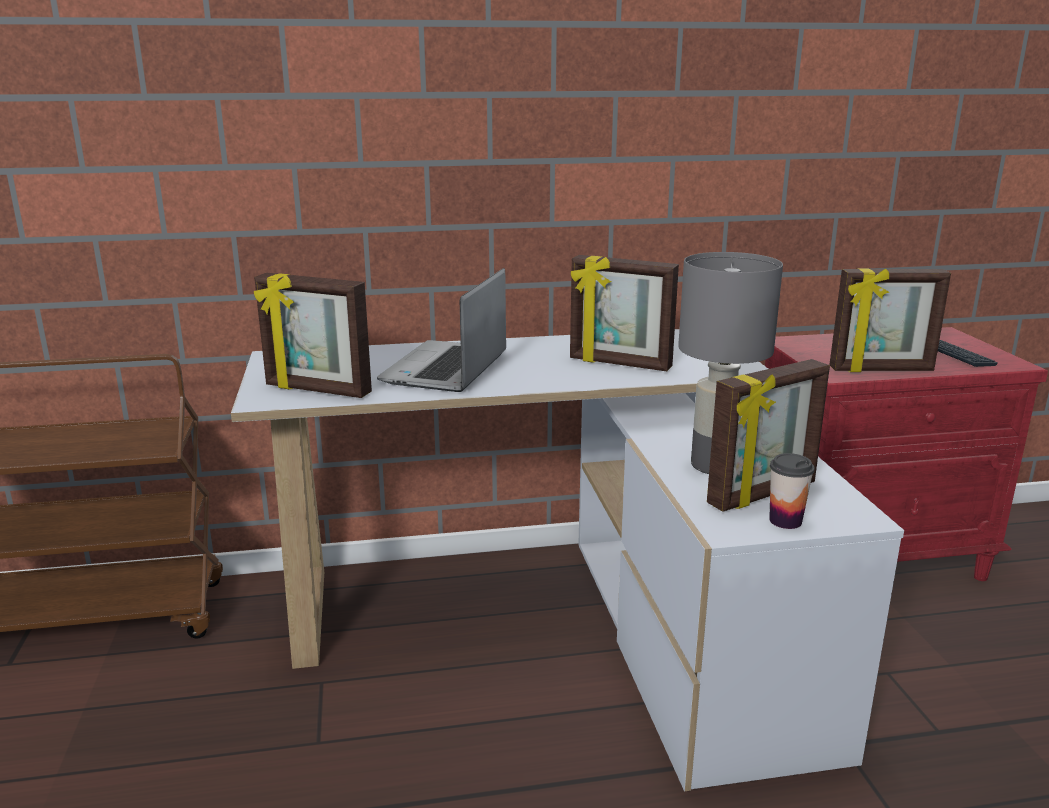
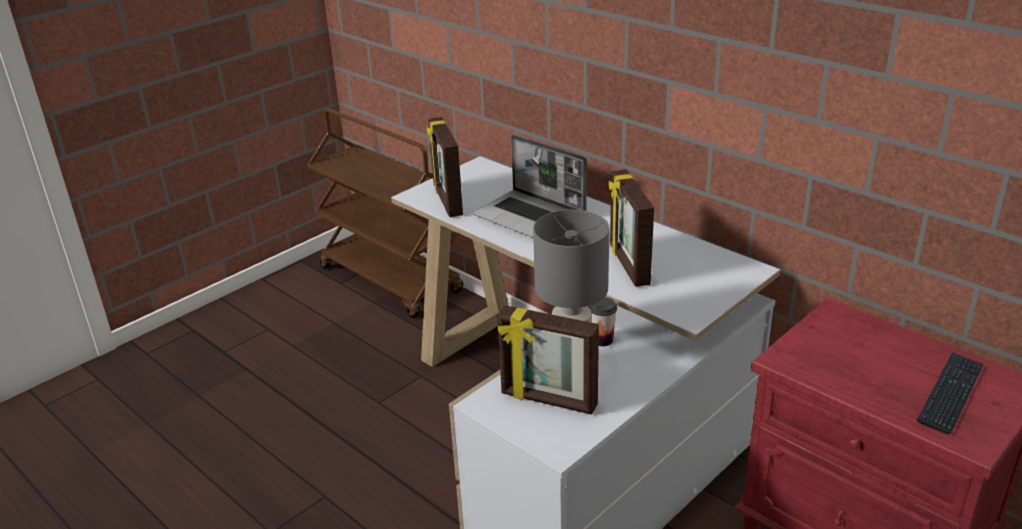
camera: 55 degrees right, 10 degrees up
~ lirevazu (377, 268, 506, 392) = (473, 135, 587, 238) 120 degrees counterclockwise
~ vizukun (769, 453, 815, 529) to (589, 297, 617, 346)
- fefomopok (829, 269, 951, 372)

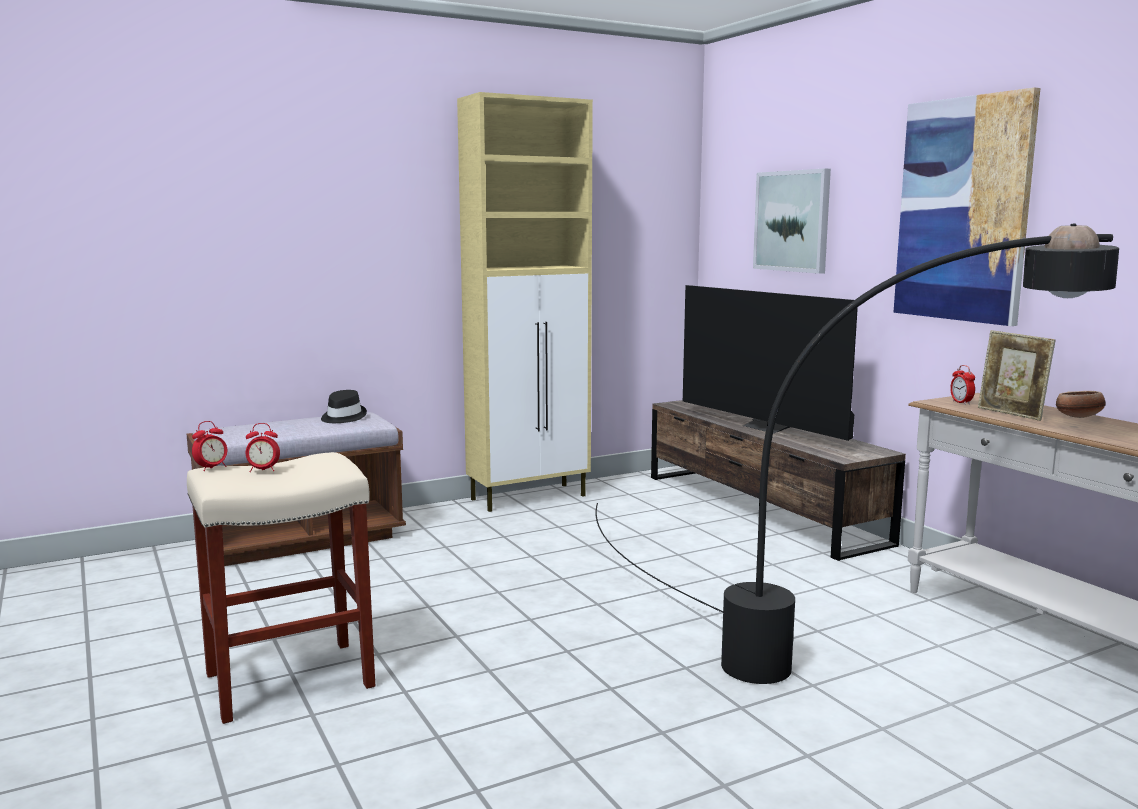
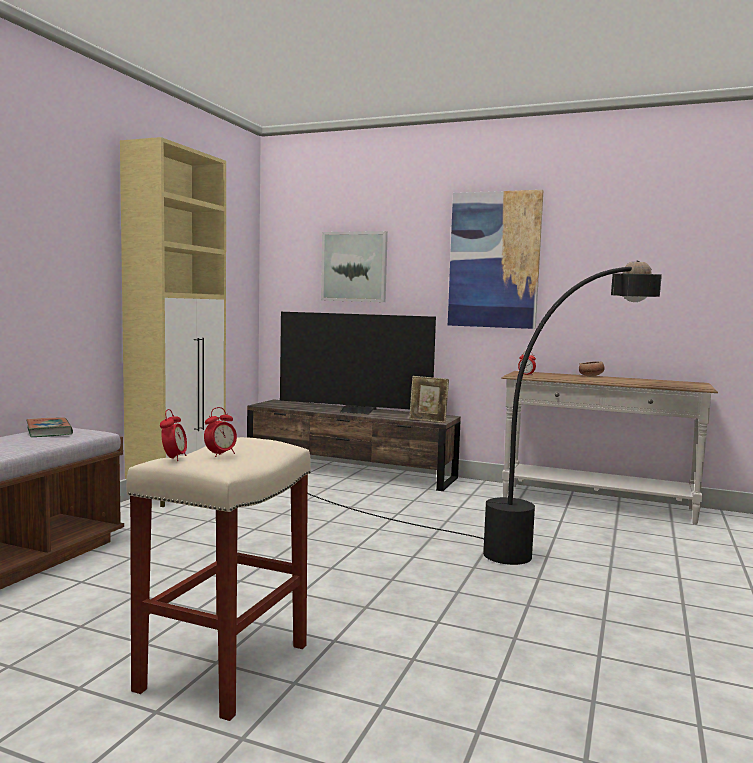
camera: 40 degrees left, 5 degrees down
~ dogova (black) (321, 390, 367, 423) to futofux (26, 418, 73, 437)
~ fefomopok (978, 330, 1055, 421) to (409, 376, 449, 423)

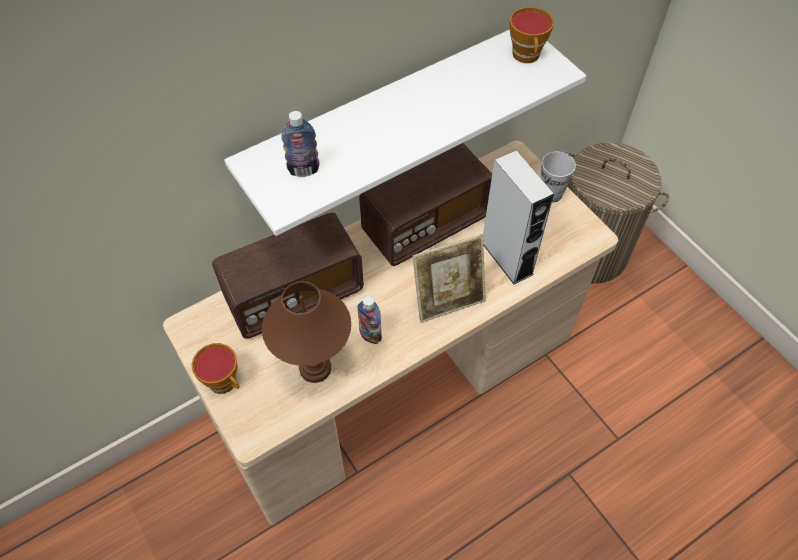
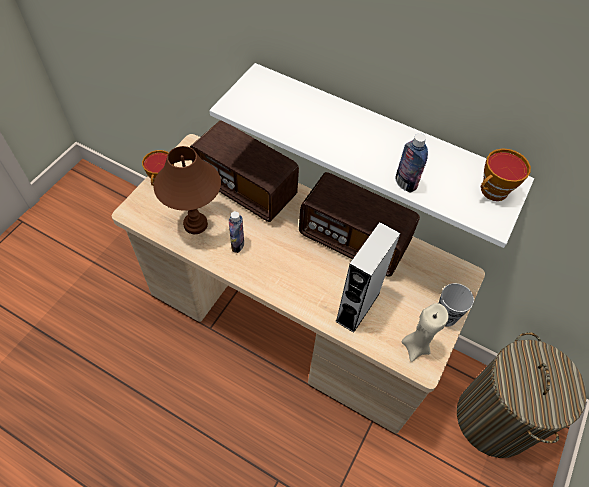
camera: 60 degrees right, 0 degrees up
~ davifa (281, 111, 320, 177) to (395, 133, 428, 193)
- fefomopok (413, 234, 486, 323)
+ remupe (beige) (402, 303, 449, 362)

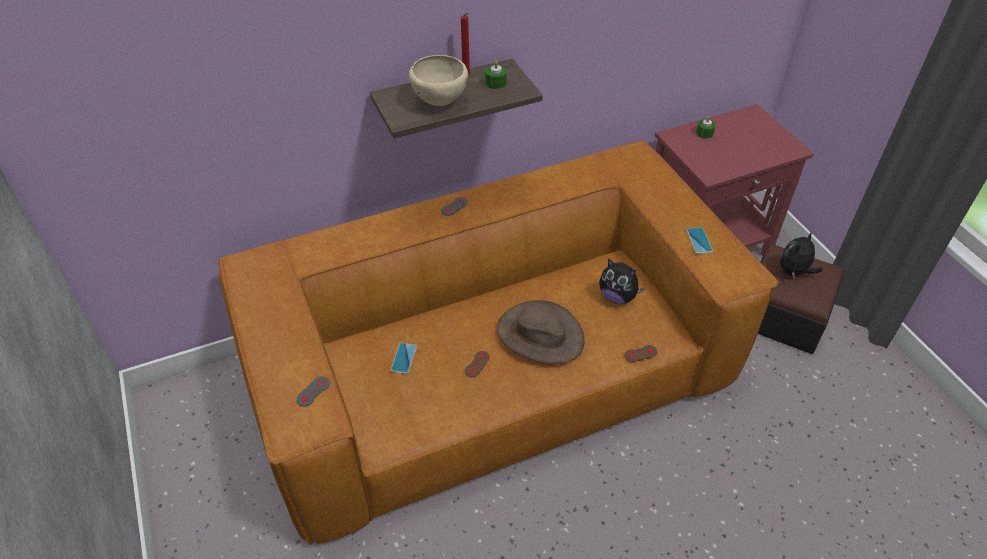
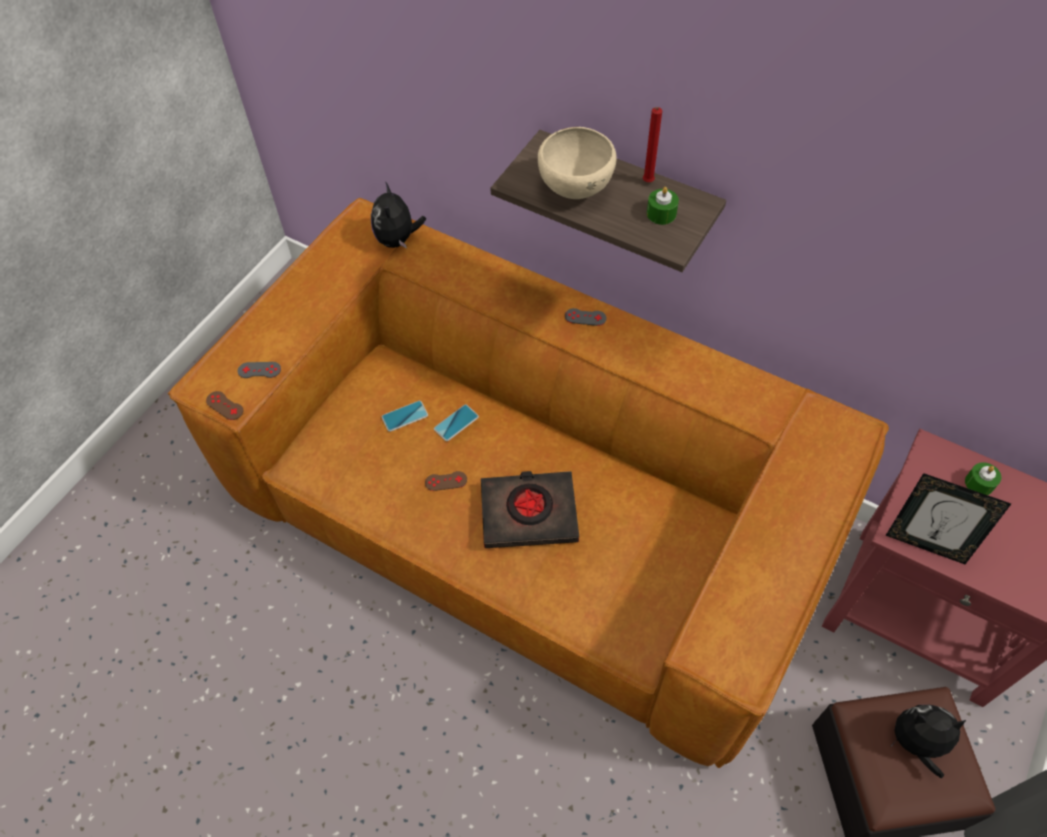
camera: 55 degrees right, 10 degrees up
~ dogova (brown) (497, 300, 584, 364) to futofux (black) (481, 471, 579, 548)
~ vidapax (599, 258, 645, 304) to (371, 181, 426, 249)
~ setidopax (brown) (625, 345, 657, 362) to (206, 391, 243, 420)
~ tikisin (686, 227, 713, 254) to (434, 404, 479, 441)
+ fefomopok (886, 473, 1011, 564)

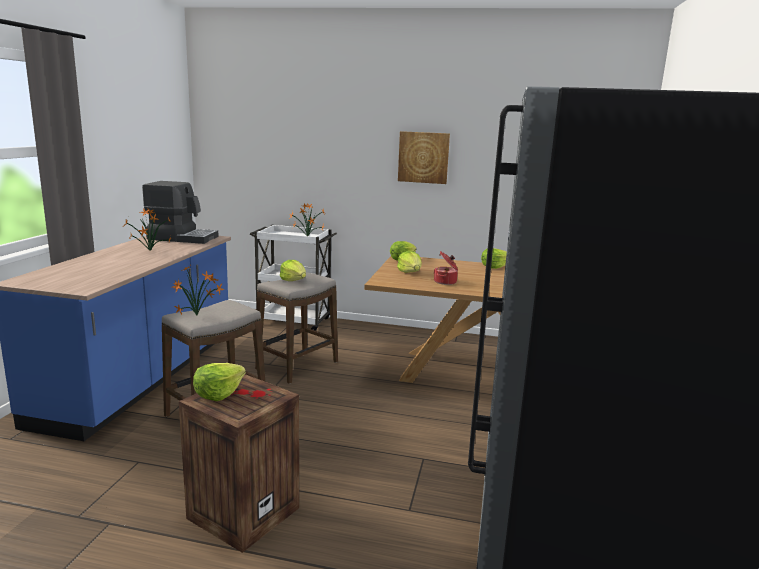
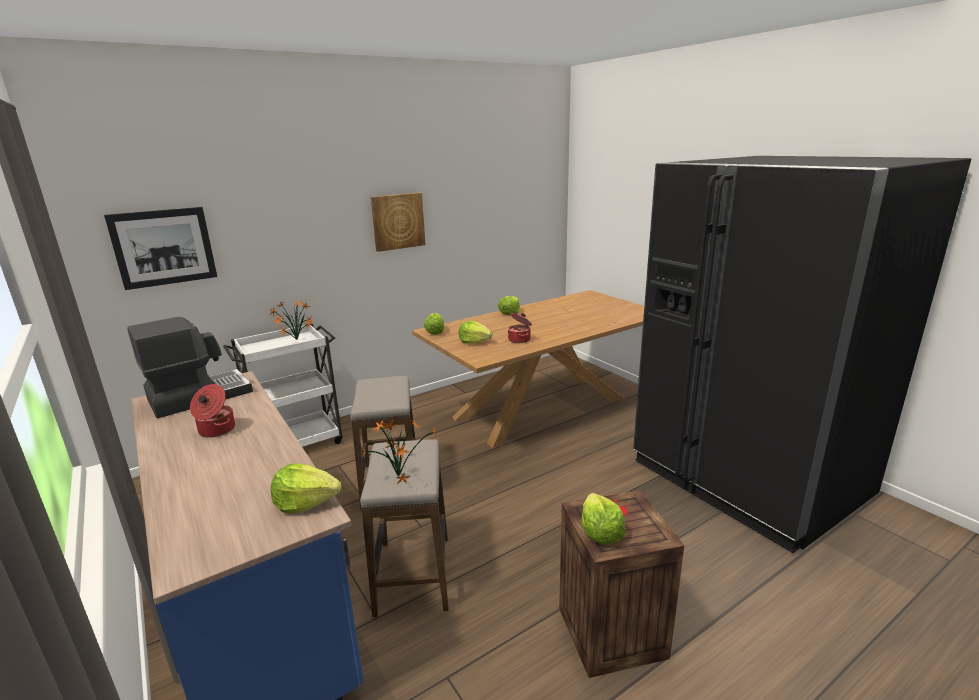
camera: 45 degrees left, 5 degrees up
~ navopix (123, 208, 172, 250) to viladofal (190, 384, 235, 438)
~ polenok (280, 260, 306, 281) to (270, 464, 342, 513)
+ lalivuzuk (104, 207, 217, 290)

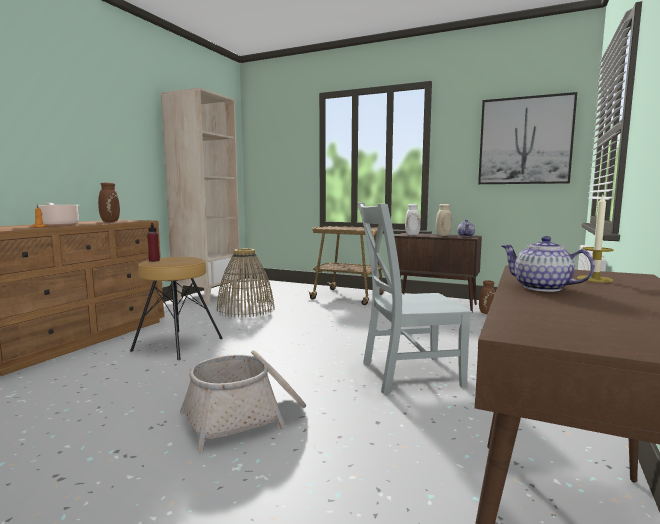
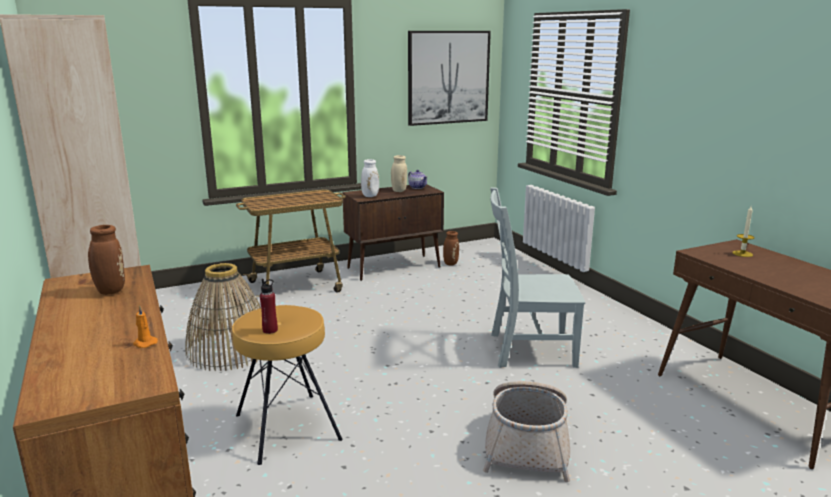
camera: 50 degrees left, 10 degrees up
- viladofal (36, 203, 79, 226)
~ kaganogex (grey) (358, 202, 472, 394) = (490, 187, 585, 368) 60 degrees clockwise
- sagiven (502, 236, 595, 292)

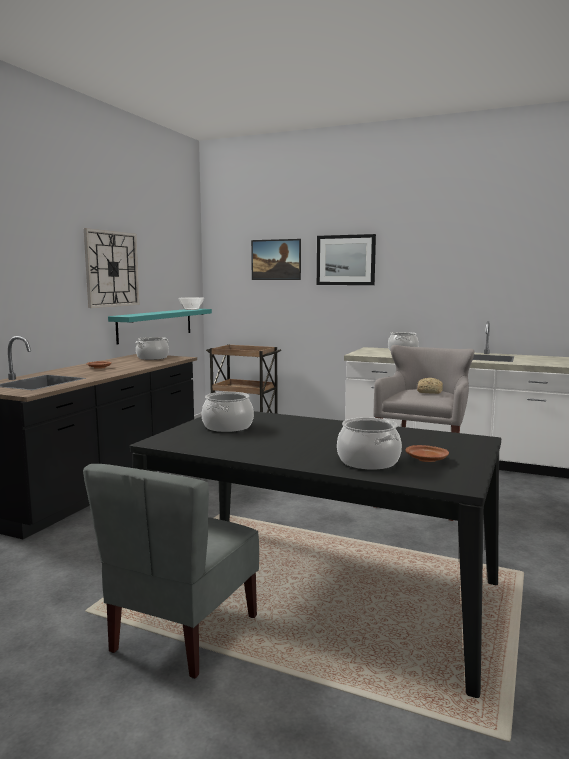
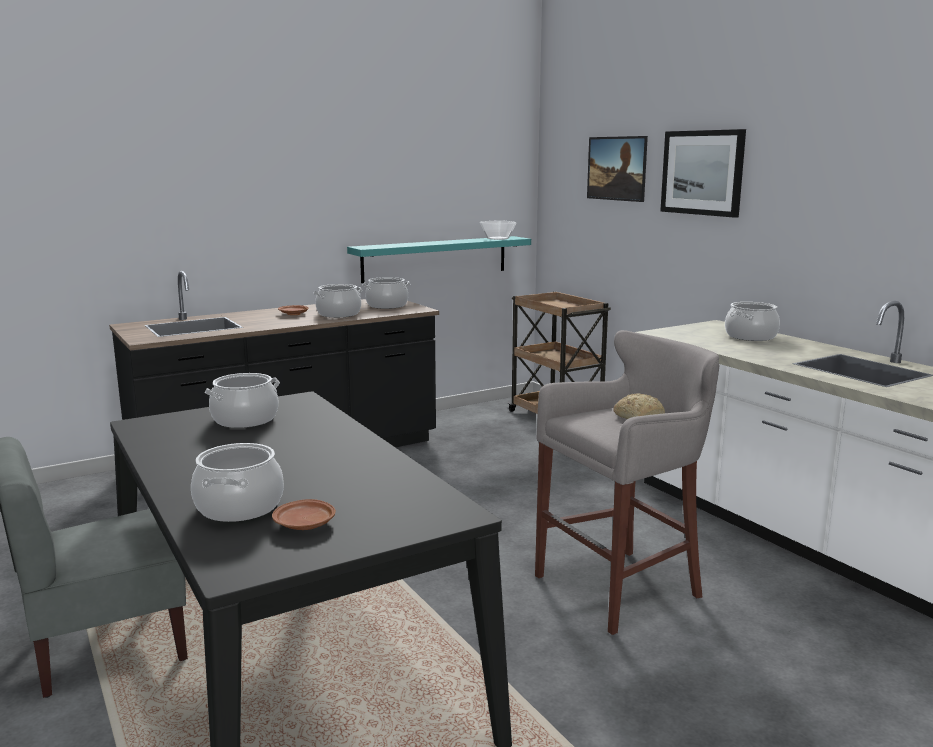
camera: 35 degrees right, 5 degrees up
- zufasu (84, 228, 139, 308)
+ viladofal (313, 284, 362, 318)

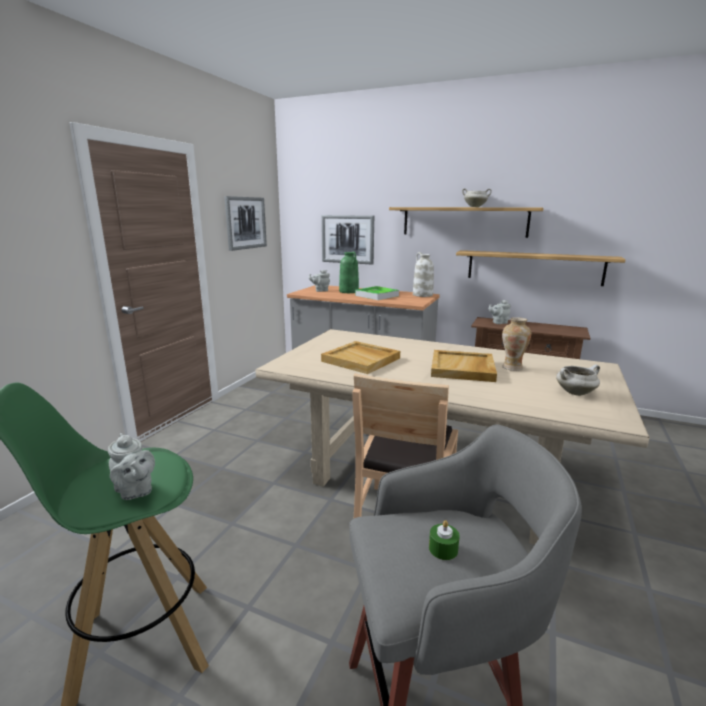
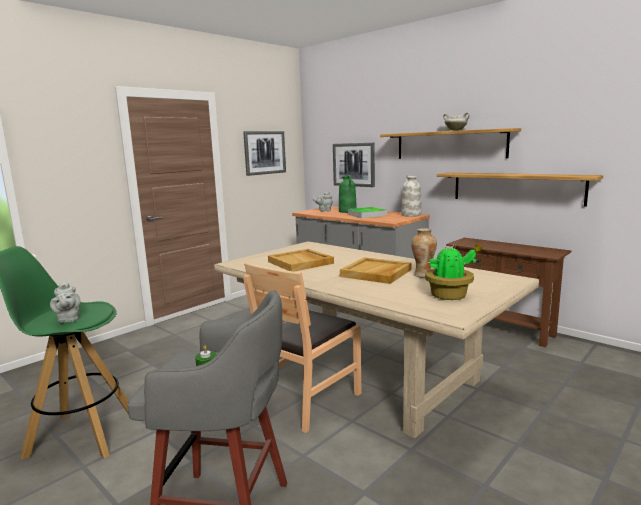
camera: 20 degrees right, 5 degrees down
- sagiven (grey) (489, 300, 511, 324)
~ viladofal (white) (556, 364, 600, 396) to navopix (425, 243, 484, 300)

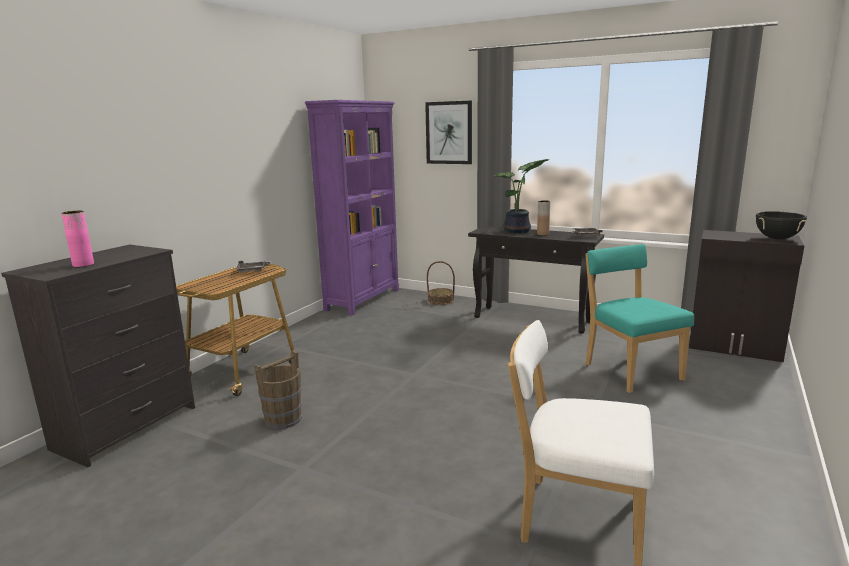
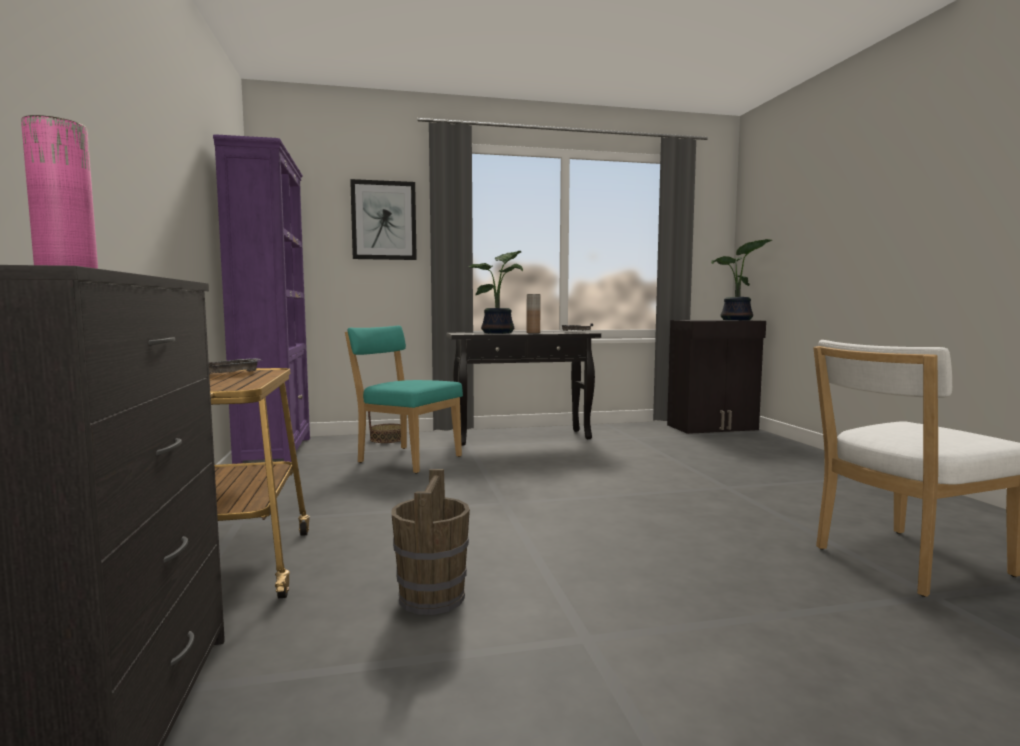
camera: 40 degrees left, 10 degrees down
~ kaganogex (turquoise) (585, 244, 694, 393) to (345, 326, 463, 473)
~ viladofal (black) (756, 211, 807, 239) to navopix (711, 239, 772, 320)

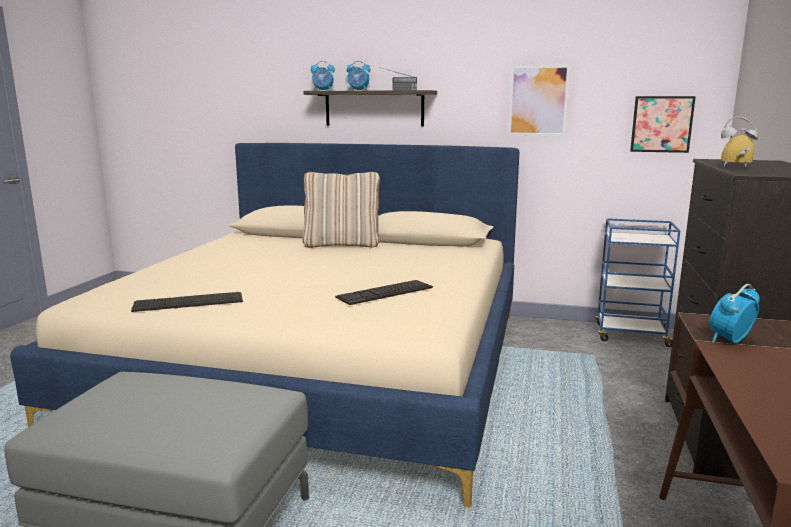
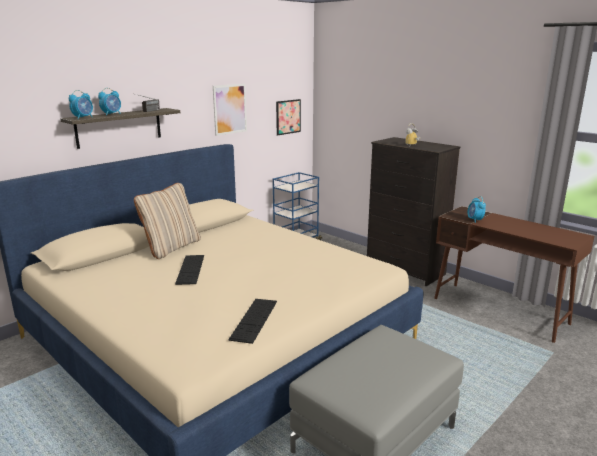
camera: 60 degrees left, 5 degrees up
~ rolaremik (335, 280, 433, 305) to (175, 255, 204, 285)

